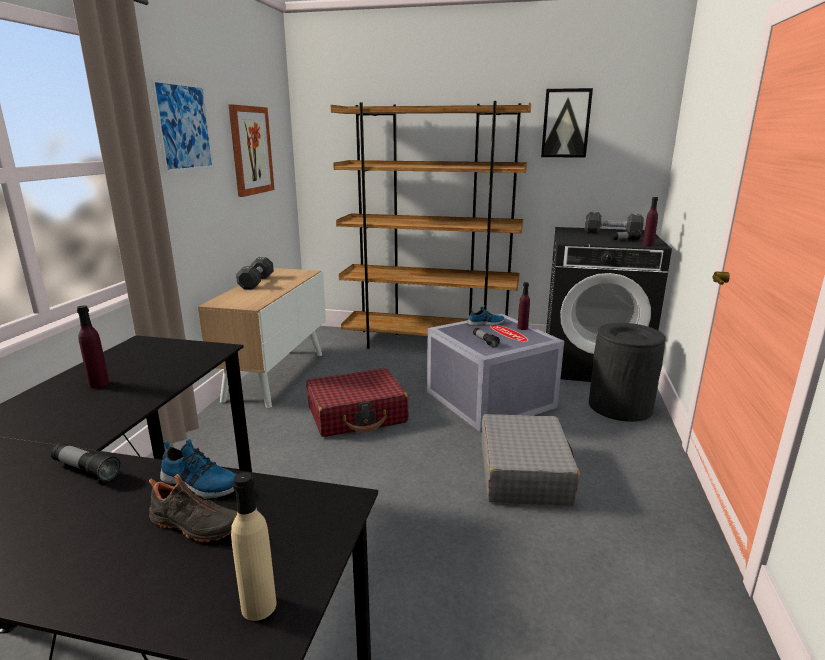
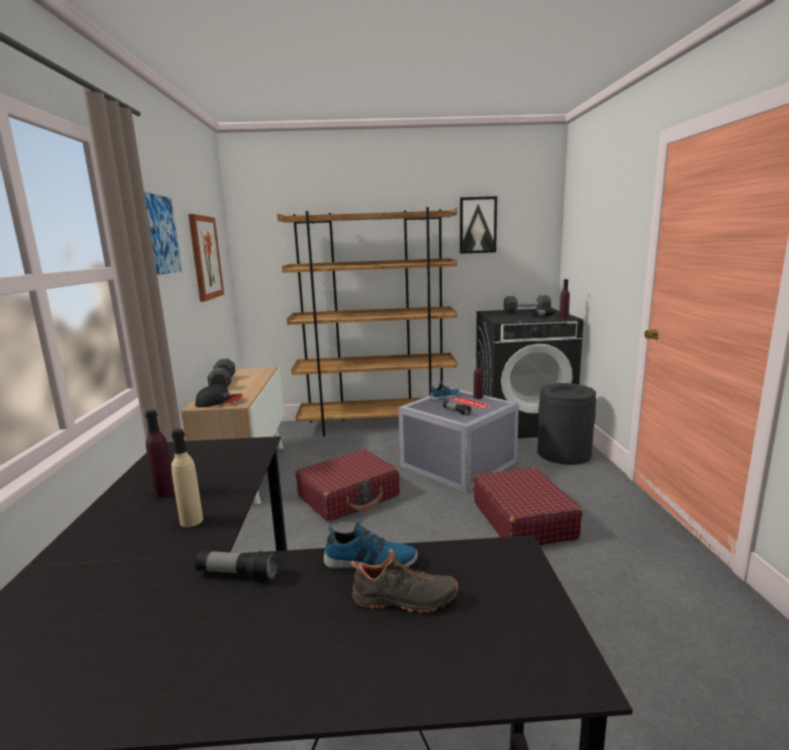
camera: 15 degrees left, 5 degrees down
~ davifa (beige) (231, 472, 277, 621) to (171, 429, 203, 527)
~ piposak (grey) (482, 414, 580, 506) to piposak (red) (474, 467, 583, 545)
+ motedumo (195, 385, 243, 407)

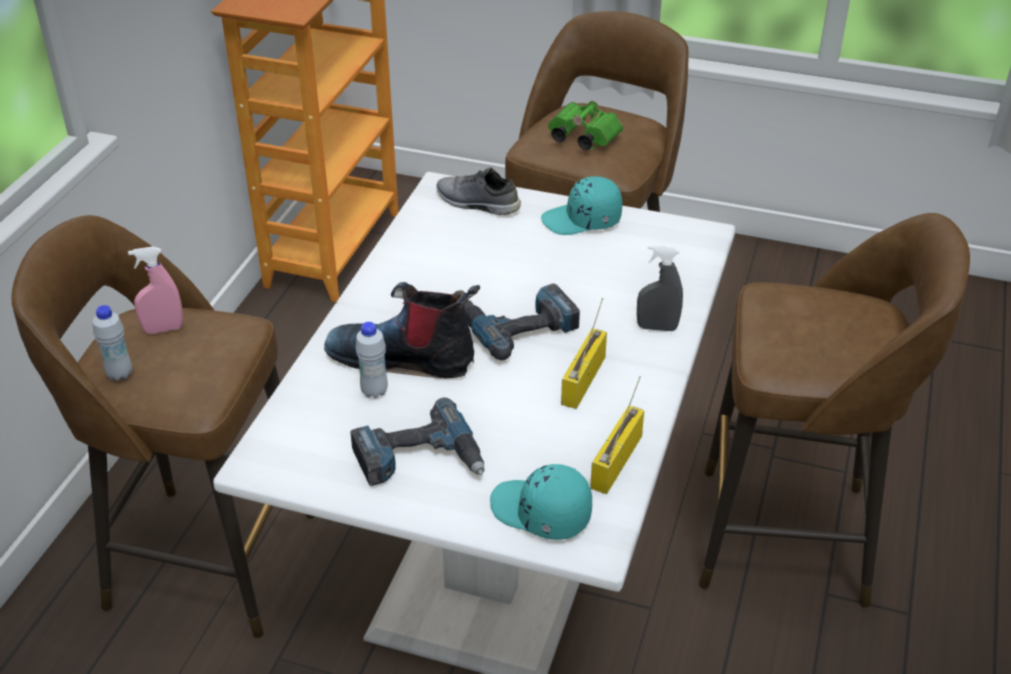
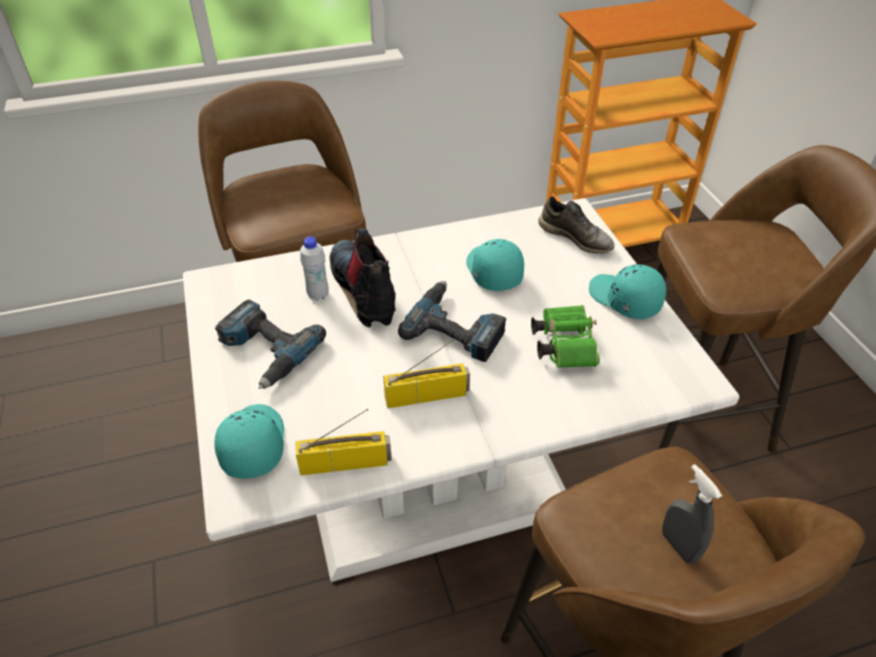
camera: 55 degrees right, 5 degrees up
- davifa (white) (92, 305, 132, 381)
- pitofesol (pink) (128, 246, 183, 334)
~ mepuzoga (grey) (436, 167, 521, 215) = (538, 196, 615, 253) 135 degrees clockwise
~ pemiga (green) (548, 101, 623, 150) to (531, 305, 600, 368)
~ pitofesol (grey) (637, 244, 683, 331) to (662, 464, 722, 564)
+ motedumo (turquoise) (466, 239, 524, 291)

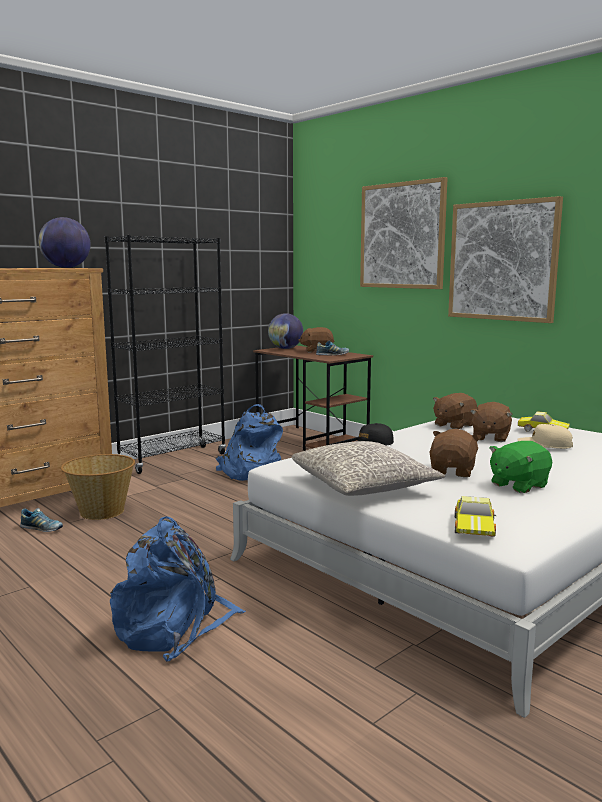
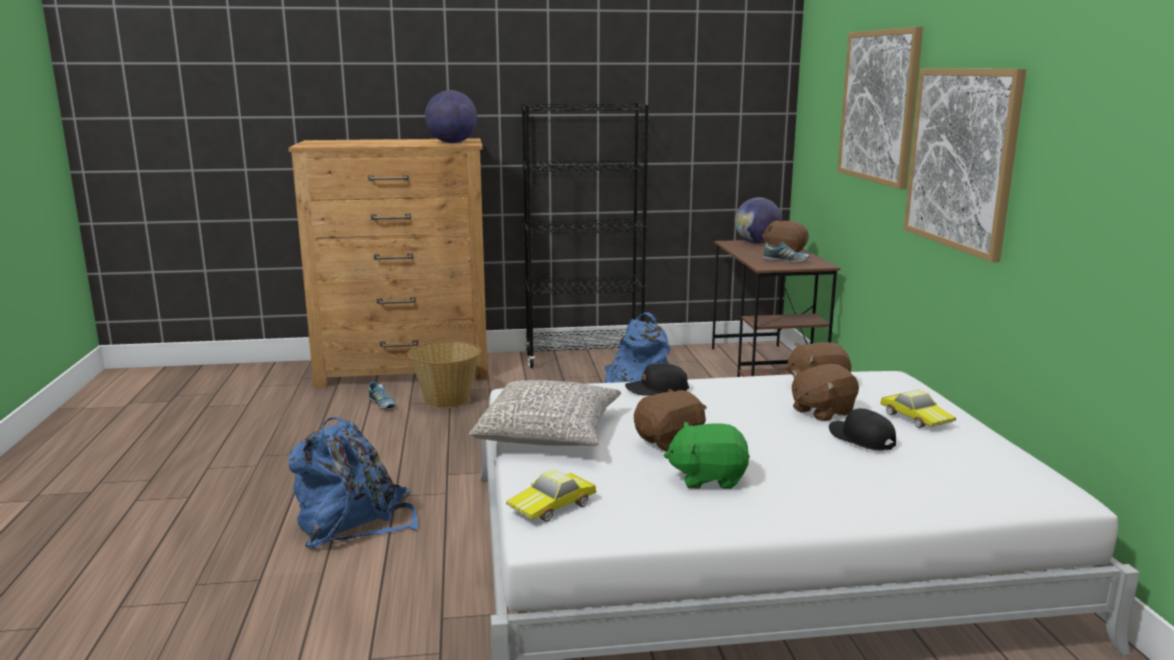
camera: 35 degrees right, 5 degrees up
~ motedumo (beige) (517, 424, 573, 449) to motedumo (black) (829, 408, 896, 451)

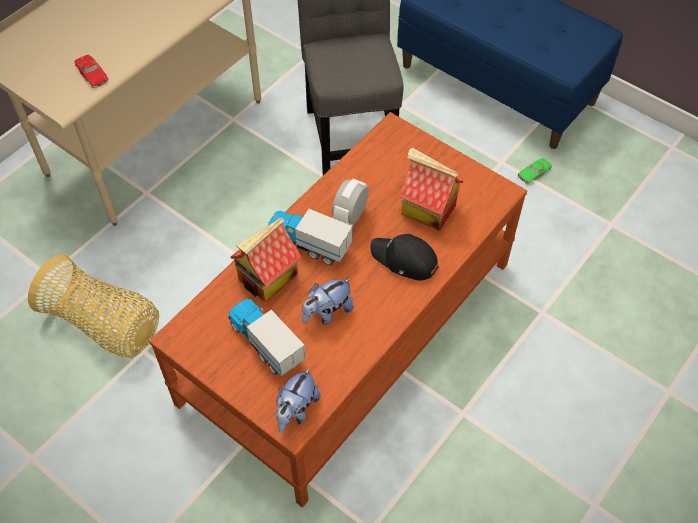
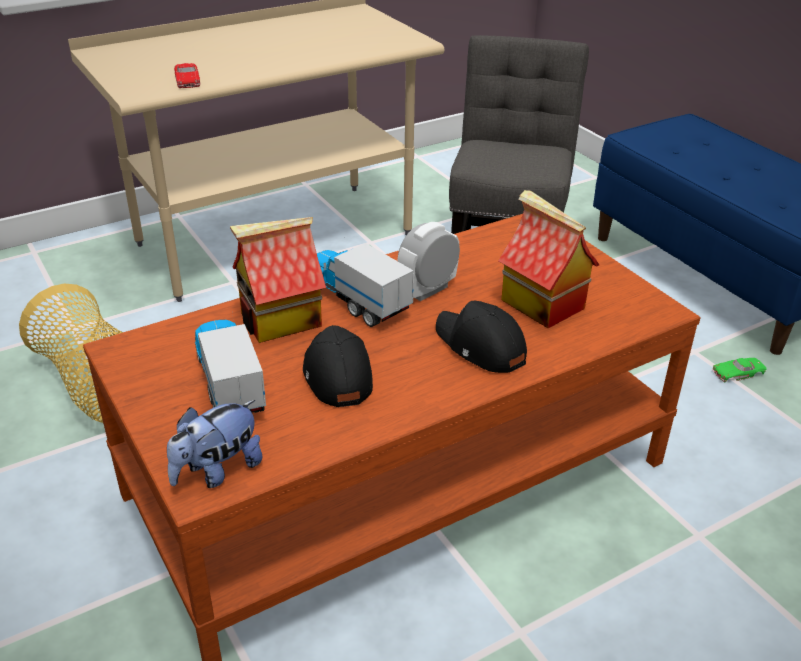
camera: 20 degrees right, 20 degrees down
~ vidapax (302, 278, 353, 325) to motedumo (black) (303, 325, 373, 407)

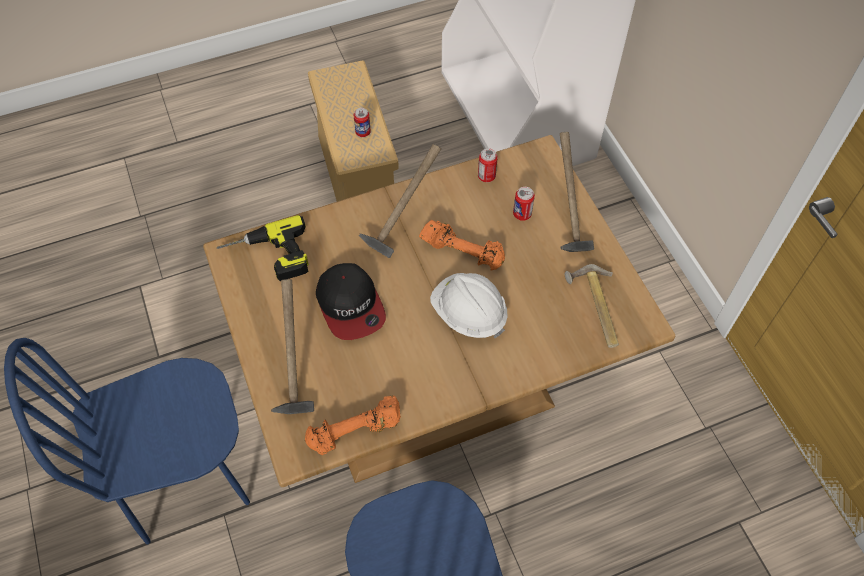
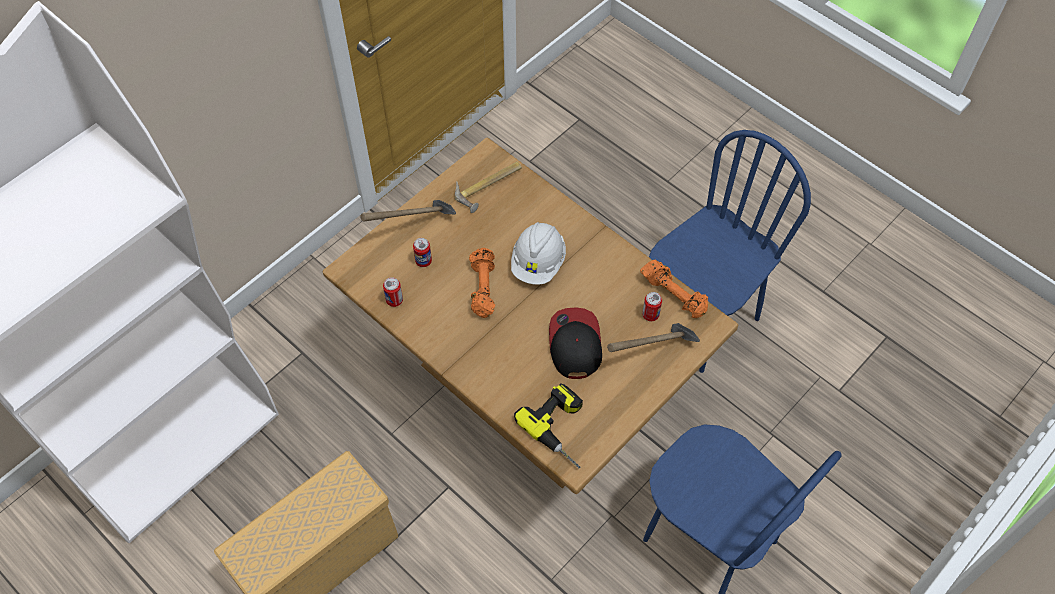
camera: 115 degrees left, 0 degrees up
~ motedumo (316, 263, 386, 340) = (549, 307, 602, 379) 45 degrees counterclockwise
~ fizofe (354, 108, 371, 137) to (642, 292, 662, 322)
- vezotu (359, 144, 441, 258)

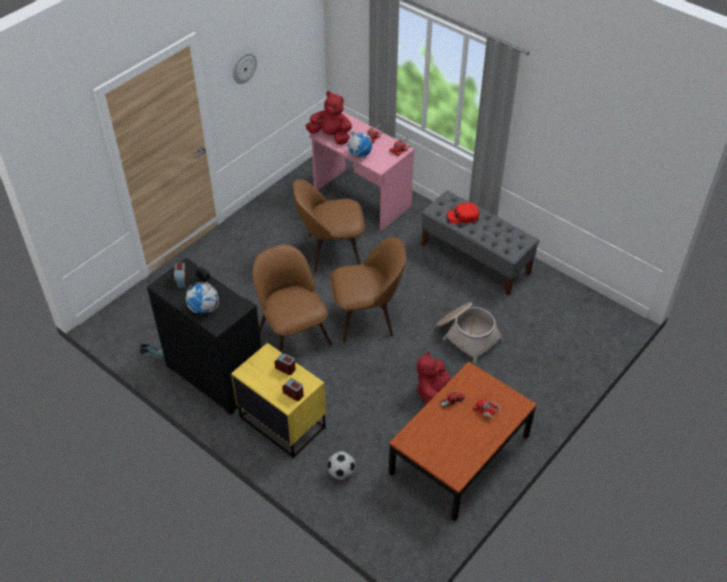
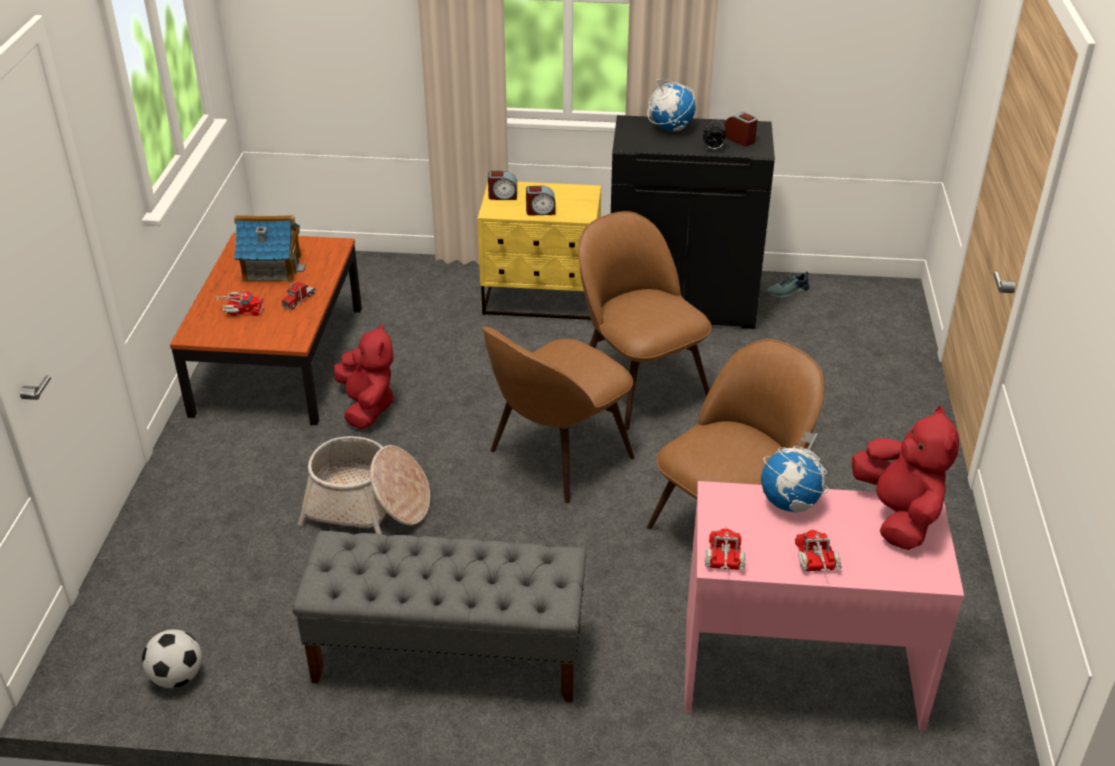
camera: 145 degrees right, 10 degrees down
- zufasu (233, 52, 257, 84)
~ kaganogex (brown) (253, 244, 332, 353) = (578, 211, 712, 430) 150 degrees counterclockwise
~ vidapax (red) (305, 91, 352, 145) = (852, 406, 959, 550) 90 degrees counterclockwise
~ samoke (327, 451, 356, 480) to (142, 629, 202, 688)
- motedumo (red) (447, 202, 479, 224)
+ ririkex (234, 215, 306, 283)

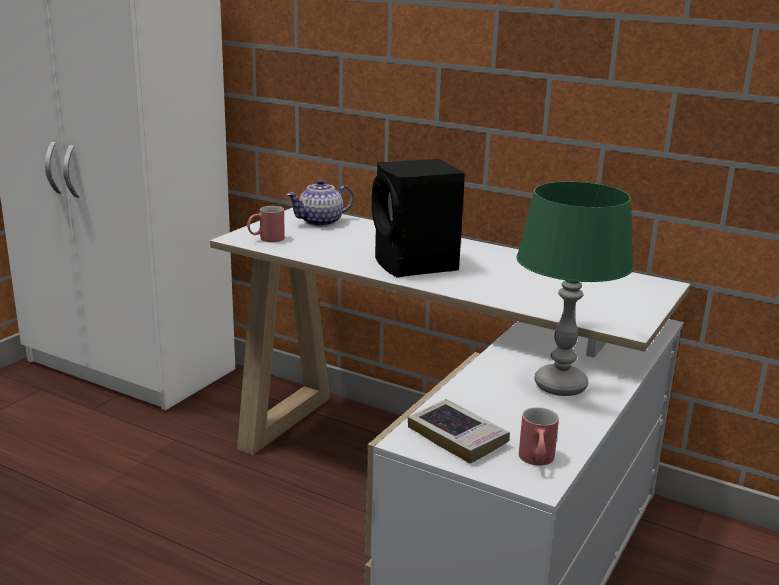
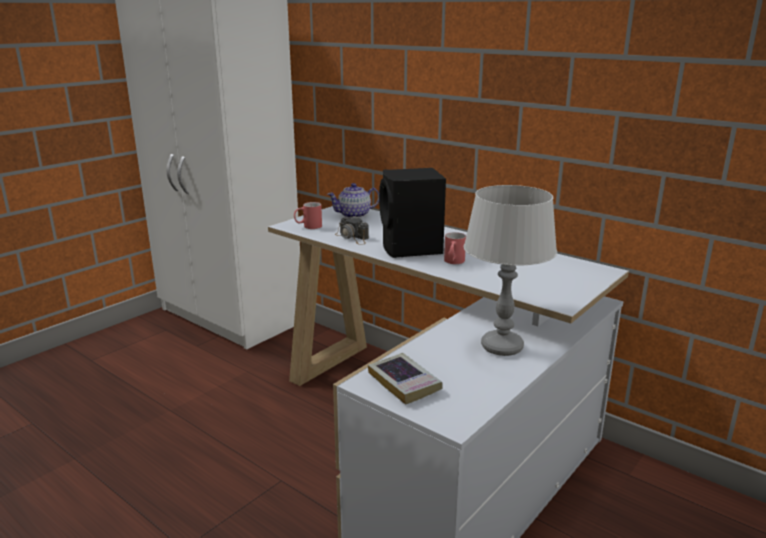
camera: 10 degrees right, 0 degrees up
~ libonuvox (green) (516, 181, 634, 396) to libonuvox (grey) (464, 185, 557, 356)
~ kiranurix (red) (519, 407, 559, 466) to (444, 232, 466, 264)
+ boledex (335, 216, 369, 245)

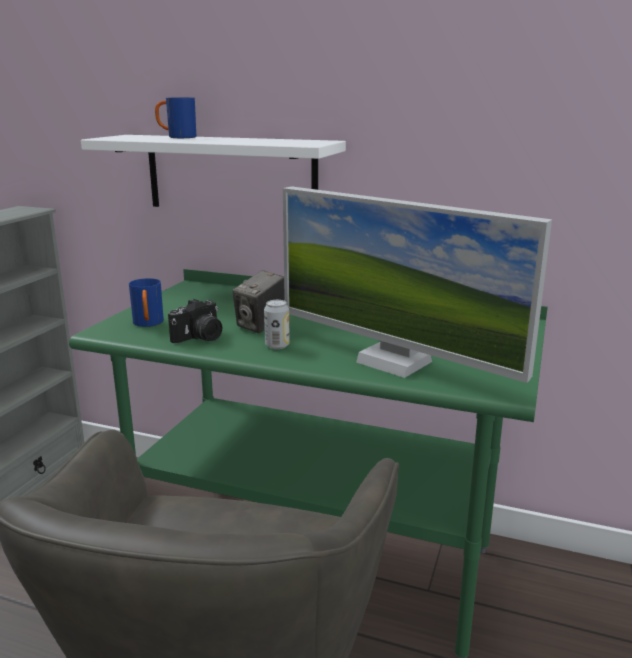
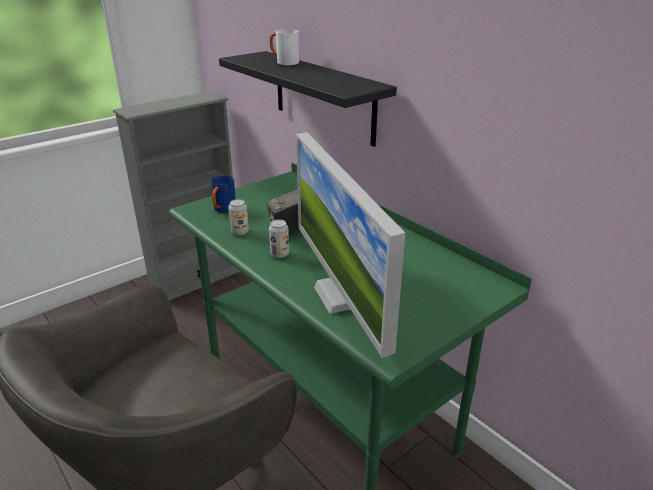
camera: 30 degrees right, 10 degrees up
~ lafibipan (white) (81, 135, 346, 207) to lafibipan (black) (219, 51, 397, 147)
~ kiranurix (blue) (155, 98, 196, 138) to kiranurix (white) (270, 30, 299, 65)
~ boledex (168, 299, 222, 343) to fizofe (228, 199, 249, 235)

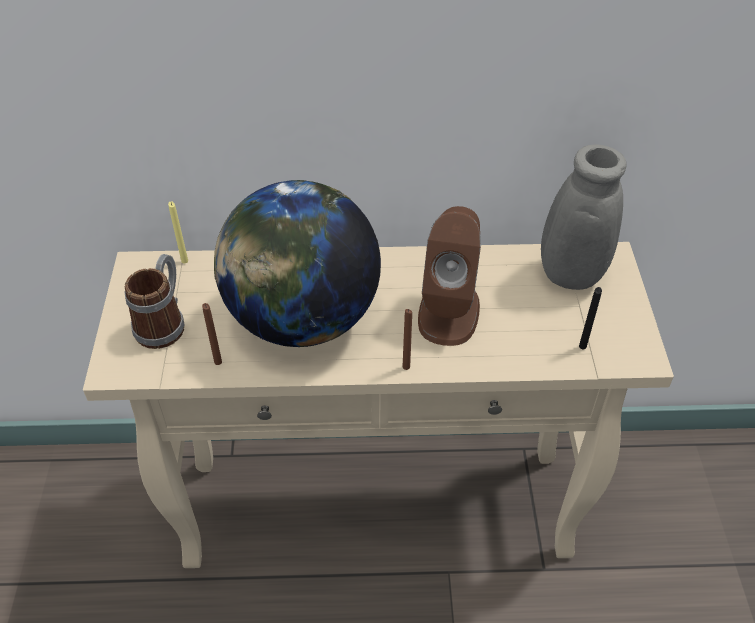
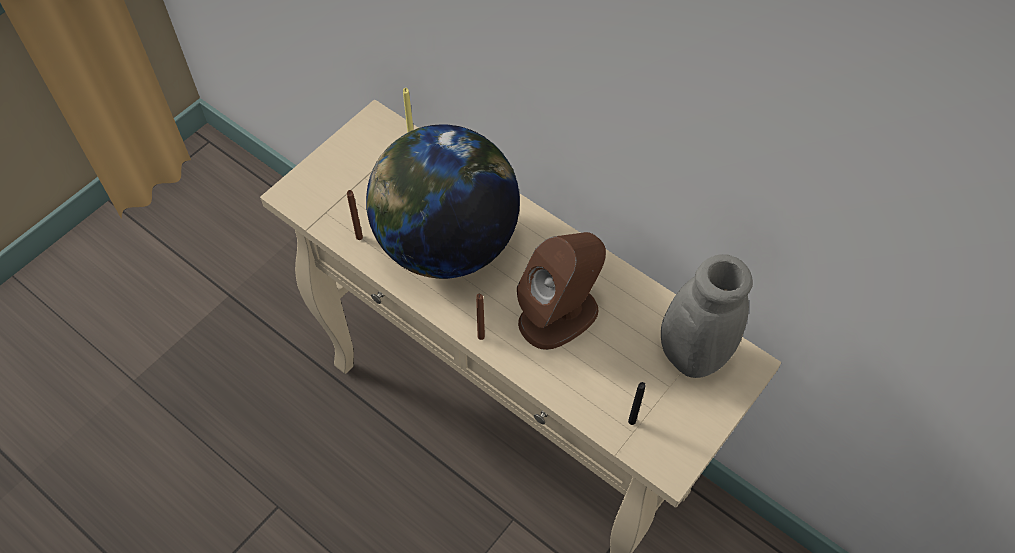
camera: 40 degrees right, 10 degrees up
- kiranurix (124, 254, 185, 349)

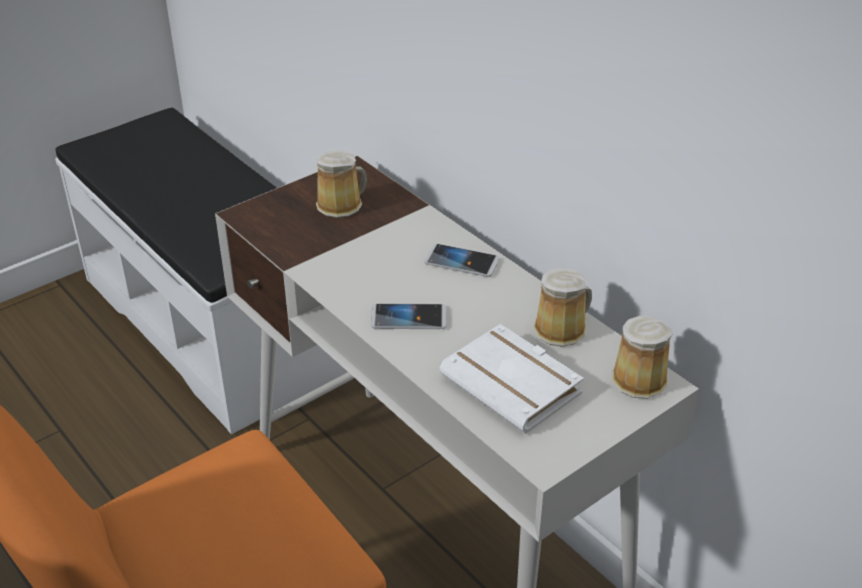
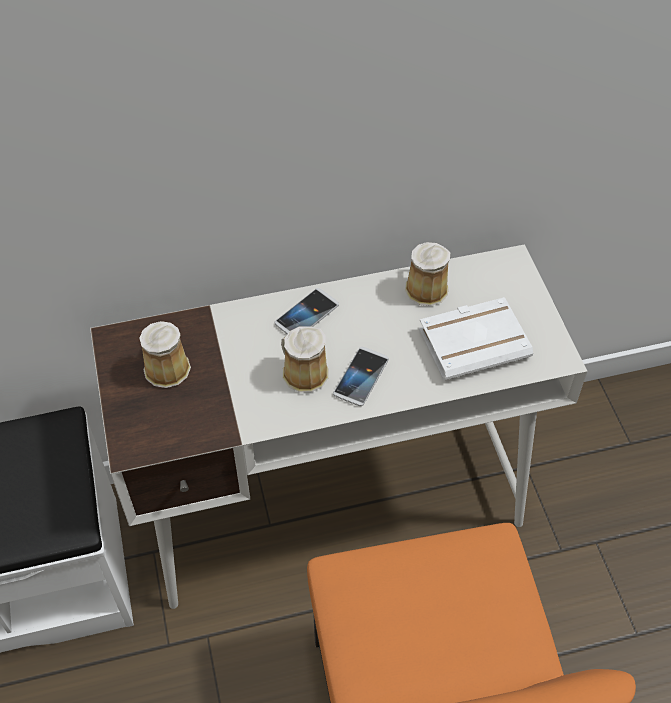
camera: 65 degrees left, 15 degrees up
~ kiranurix (611, 316, 673, 399) to (281, 326, 329, 392)

